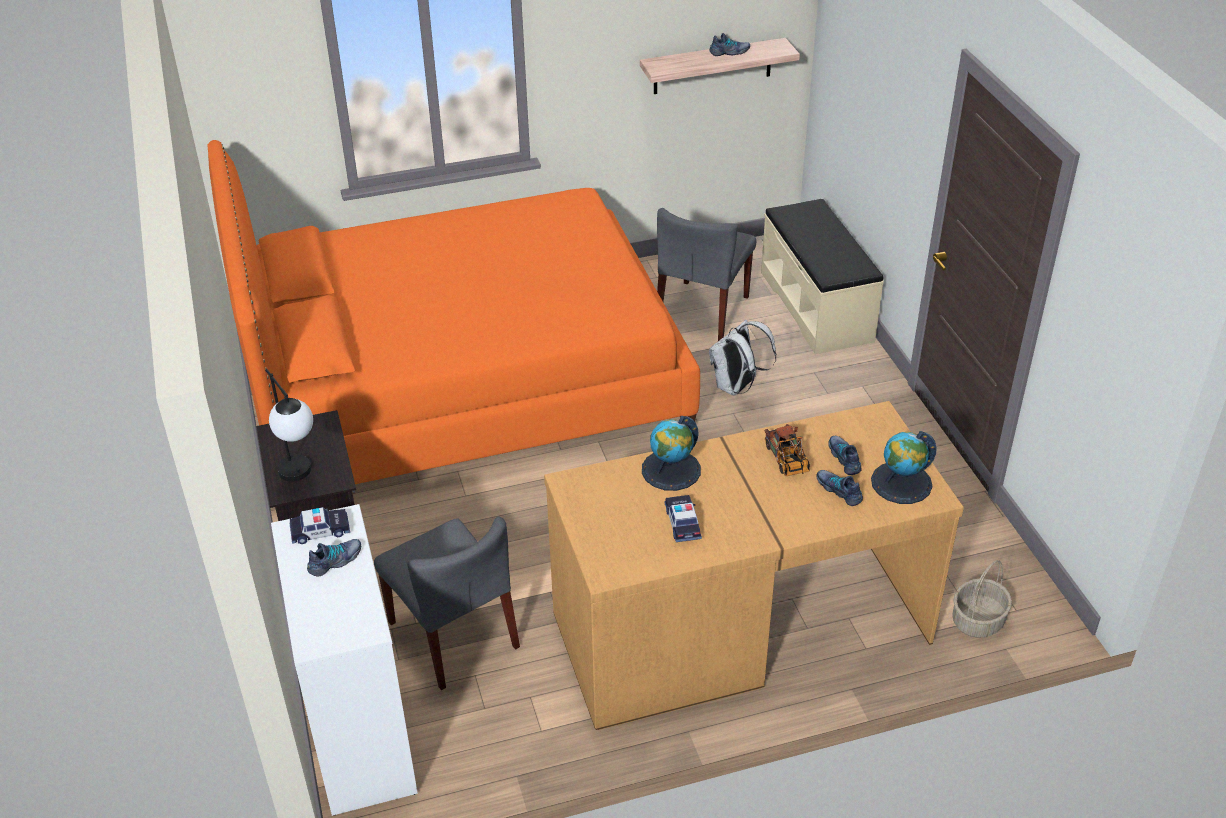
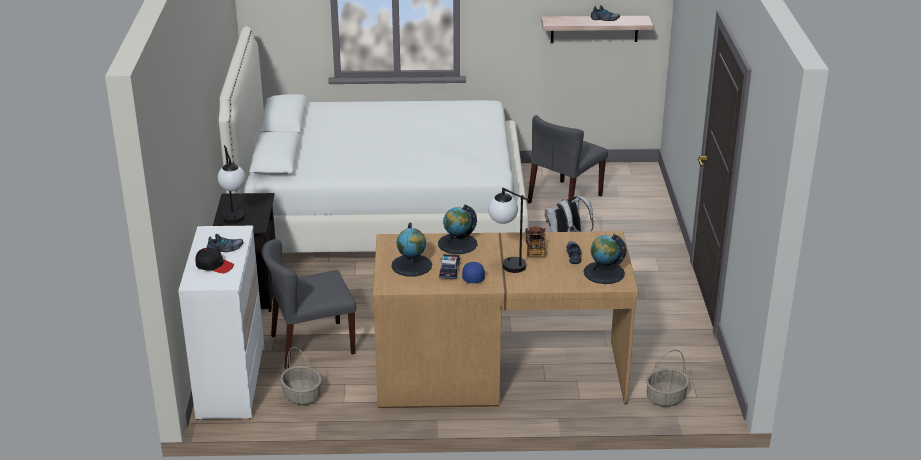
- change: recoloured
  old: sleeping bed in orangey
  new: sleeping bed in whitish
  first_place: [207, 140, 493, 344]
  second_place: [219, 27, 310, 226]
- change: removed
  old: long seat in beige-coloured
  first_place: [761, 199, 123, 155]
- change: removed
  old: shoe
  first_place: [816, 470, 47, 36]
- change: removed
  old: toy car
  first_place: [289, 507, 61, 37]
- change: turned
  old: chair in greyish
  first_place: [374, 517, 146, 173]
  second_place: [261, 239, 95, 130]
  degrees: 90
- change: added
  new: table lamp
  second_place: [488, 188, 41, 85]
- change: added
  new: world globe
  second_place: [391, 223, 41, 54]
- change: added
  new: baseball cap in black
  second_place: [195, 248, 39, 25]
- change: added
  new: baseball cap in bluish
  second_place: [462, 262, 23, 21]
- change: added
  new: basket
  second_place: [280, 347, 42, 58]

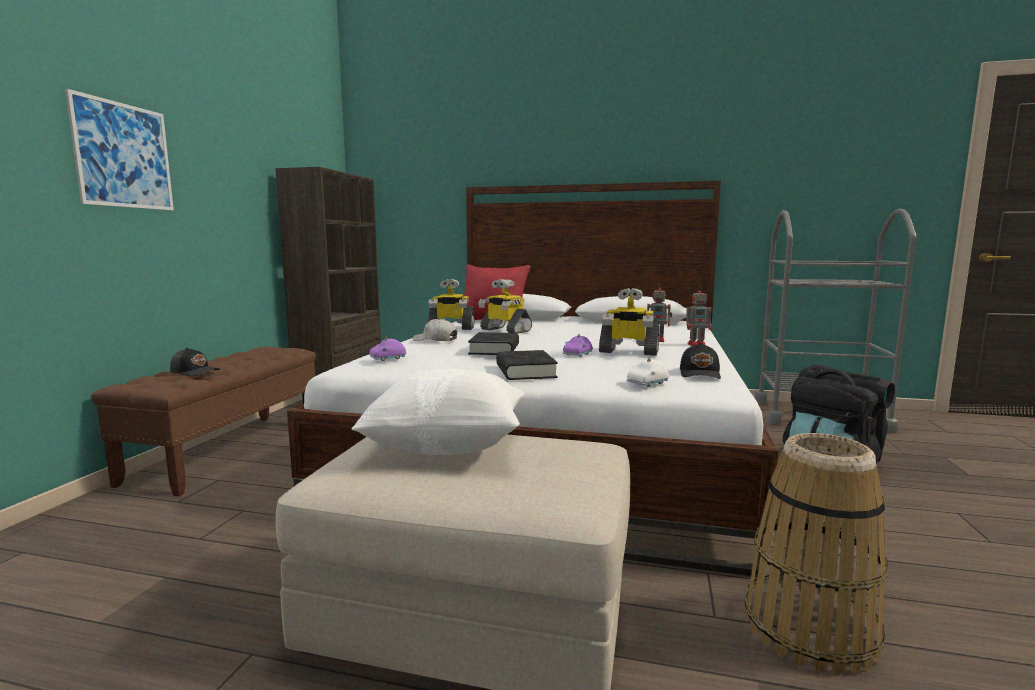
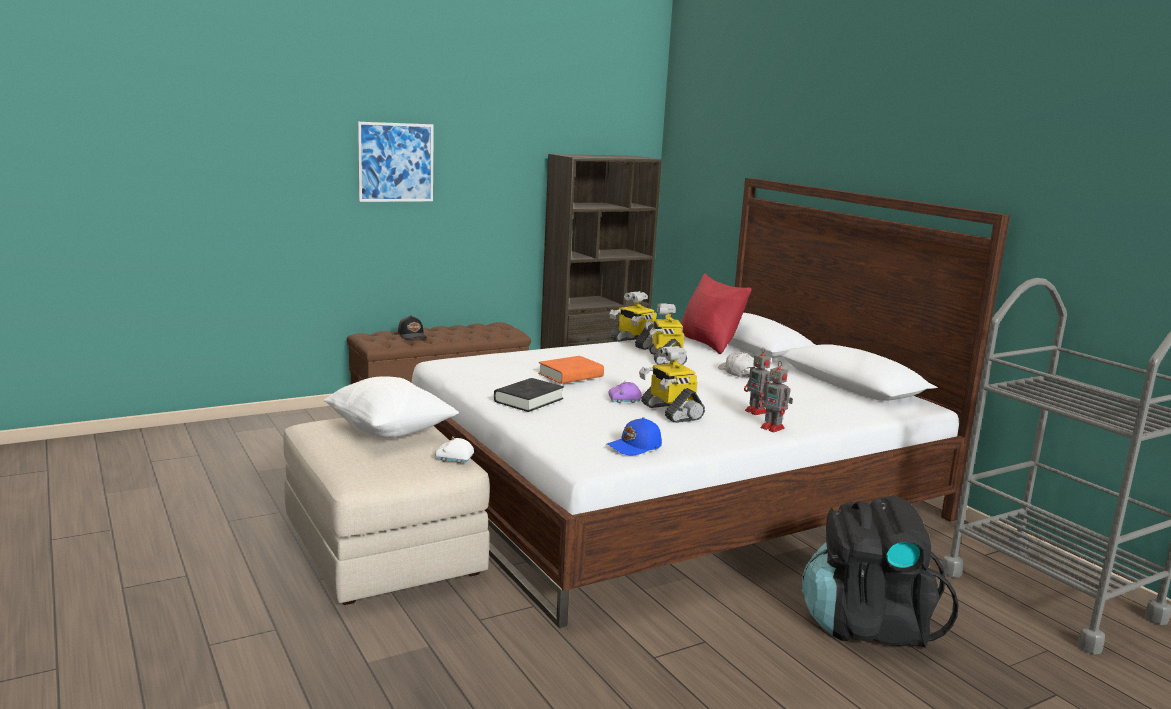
- change: moved
  old: baseball cap in whitish
  first_place: [413, 318, 44, 23]
  second_place: [718, 351, 39, 26]
- change: recoloured
  old: bound book in black
  new: bound book in orangey
  first_place: [468, 332, 51, 23]
  second_place: [538, 356, 66, 28]
- change: removed
  old: toy car in purple-coloured
  first_place: [369, 336, 37, 25]
- change: recoloured
  old: baseball cap in black
  new: baseball cap in bluish
  first_place: [680, 343, 41, 36]
  second_place: [607, 417, 55, 38]
- change: moved
  old: toy car in whitish
  first_place: [627, 358, 43, 29]
  second_place: [435, 437, 39, 26]
- change: removed
  old: basket
  first_place: [745, 433, 143, 242]

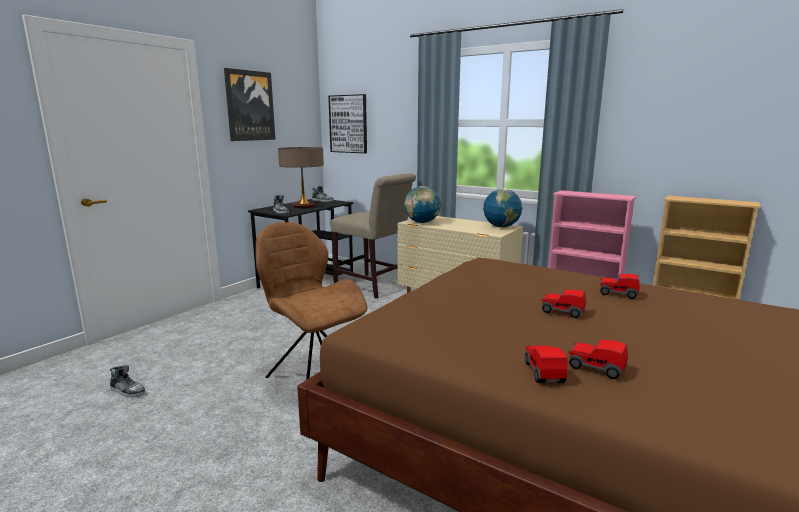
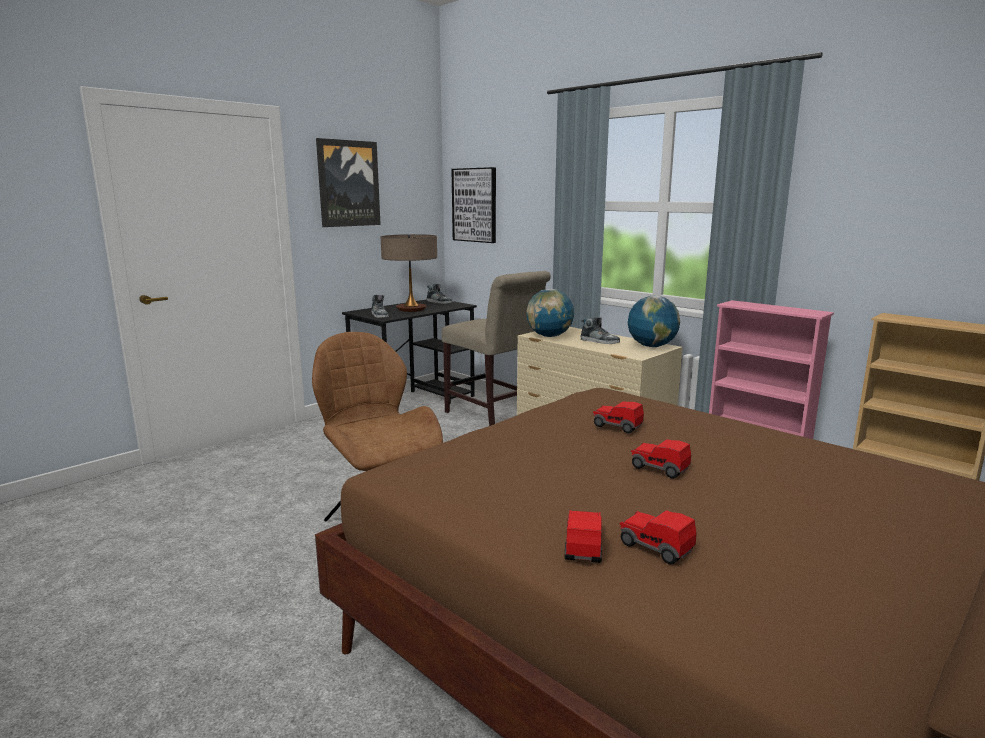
- change: moved
  old: toy car
  first_place: [600, 274, 40, 25]
  second_place: [593, 401, 51, 33]
- change: moved
  old: shoe
  first_place: [110, 365, 36, 33]
  second_place: [581, 317, 39, 27]

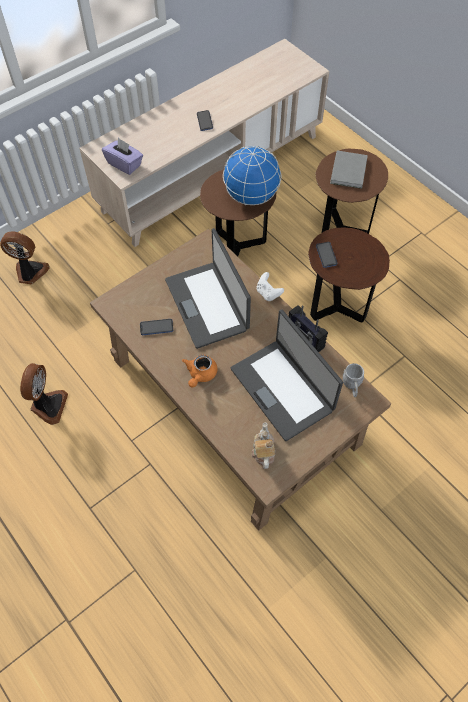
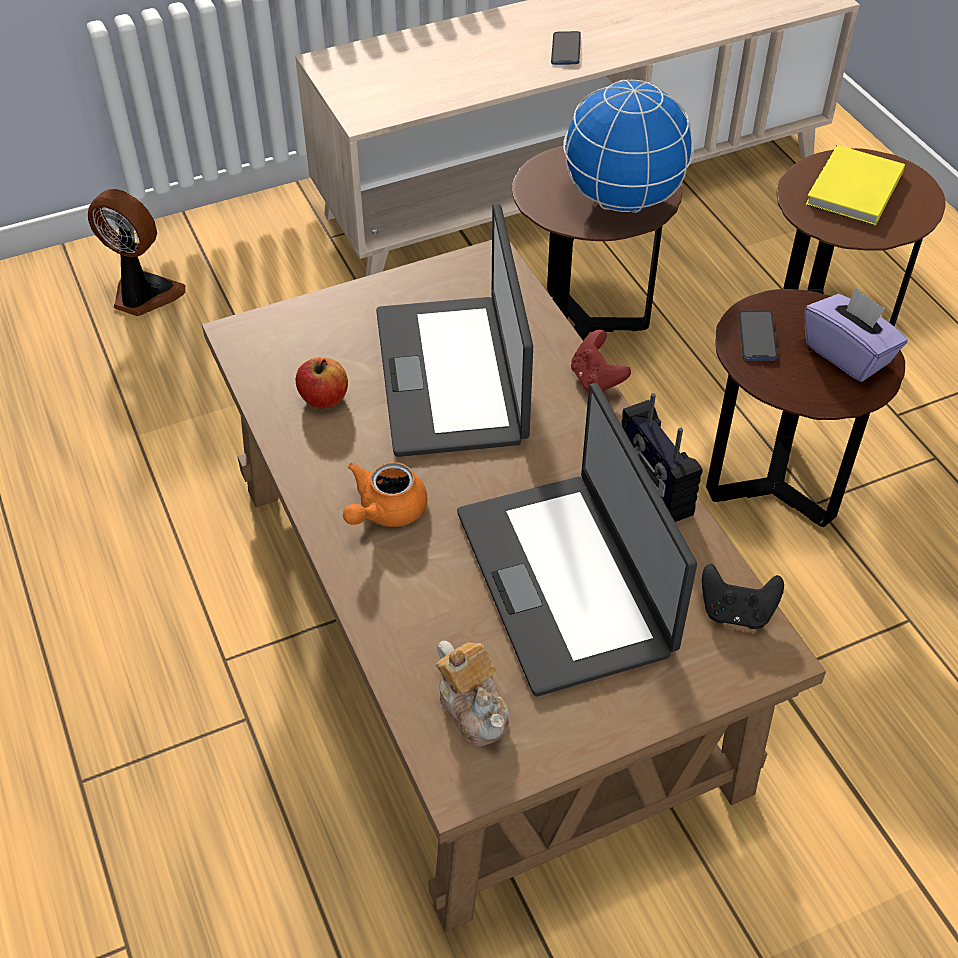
- change: moved
  old: tissue box in purple-coloured
  first_place: [102, 138, 41, 37]
  second_place: [805, 287, 103, 95]
- change: recoloured
  old: bound book in greyish
  new: bound book in yellowish
  first_place: [330, 151, 38, 38]
  second_place: [806, 145, 99, 81]
- change: recoloured
  old: game controller in whitish
  new: game controller in red-coloured
  first_place: [257, 272, 27, 29]
  second_place: [571, 330, 60, 62]
- change: replaced
  old: telephone
  new: apple
  first_place: [140, 319, 33, 16]
  second_place: [296, 357, 52, 51]
- change: removed
  old: electric fan
  first_place: [20, 363, 48, 62]
- change: replaced
  old: mug in greyish
  new: game controller in black
  first_place: [343, 363, 21, 34]
  second_place: [702, 564, 82, 65]
- change: turned
  old: teapot
  first_place: [252, 422, 23, 47]
  second_place: [436, 641, 74, 105]
  degrees: 135

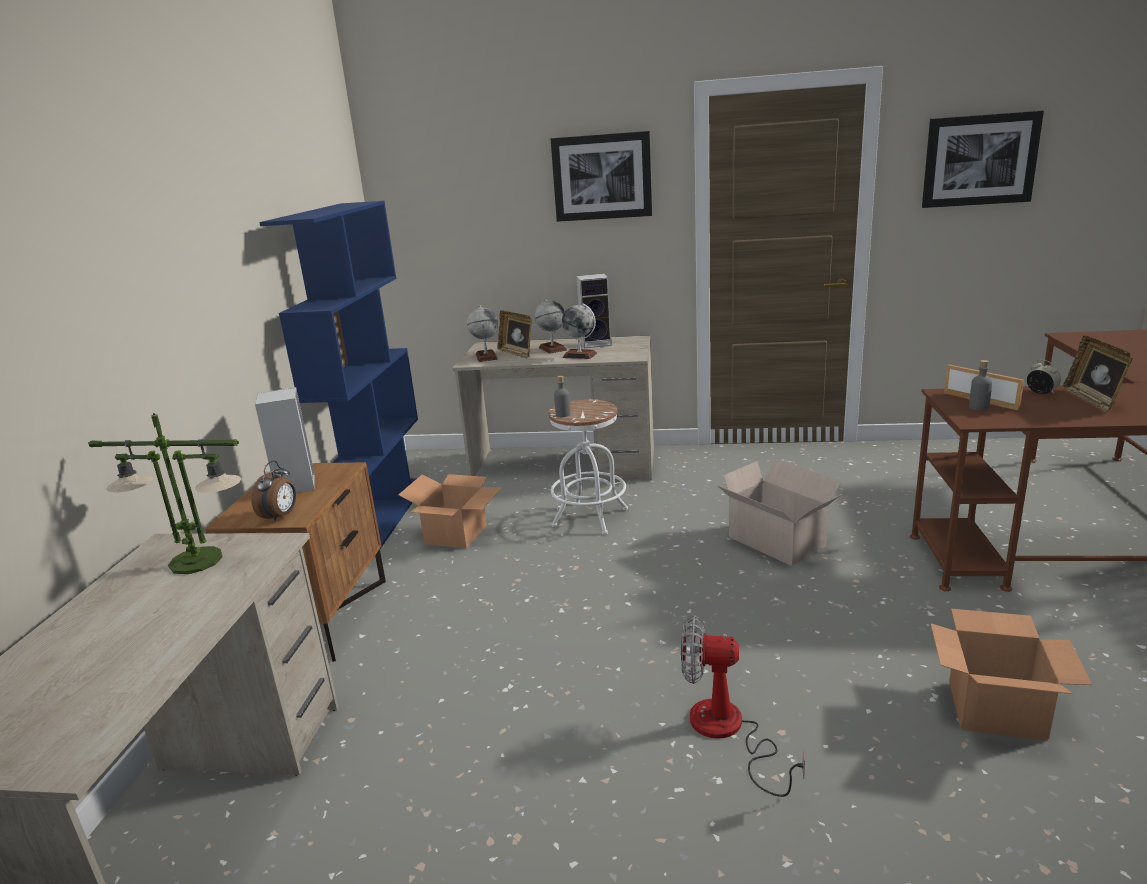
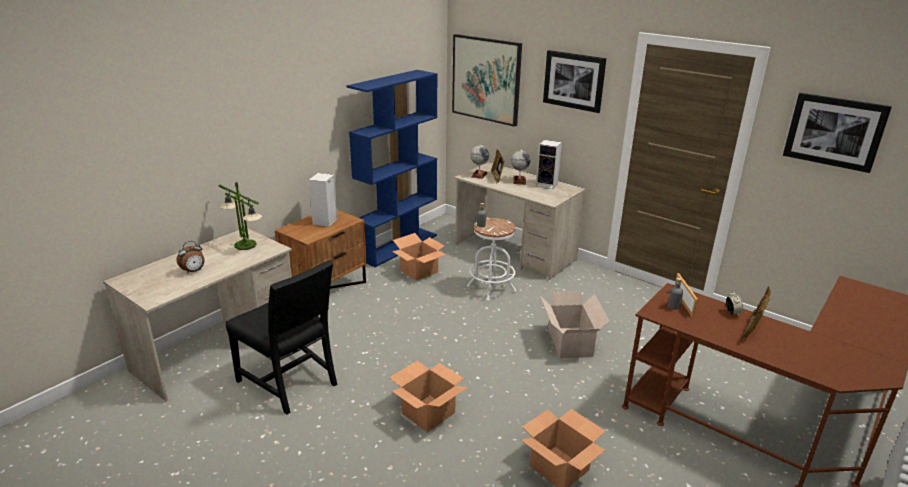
- change: removed
  old: world globe
  first_place: [562, 303, 35, 56]
- change: moved
  old: table clock
  first_place: [251, 460, 45, 62]
  second_place: [177, 241, 28, 33]
- change: replaced
  old: electric fan
  new: cardboard box
  first_place: [681, 615, 124, 182]
  second_place: [389, 361, 79, 71]
- change: added
  new: wall art
  second_place: [452, 34, 70, 93]
- change: added
  new: chair in black
  second_place: [226, 260, 111, 155]

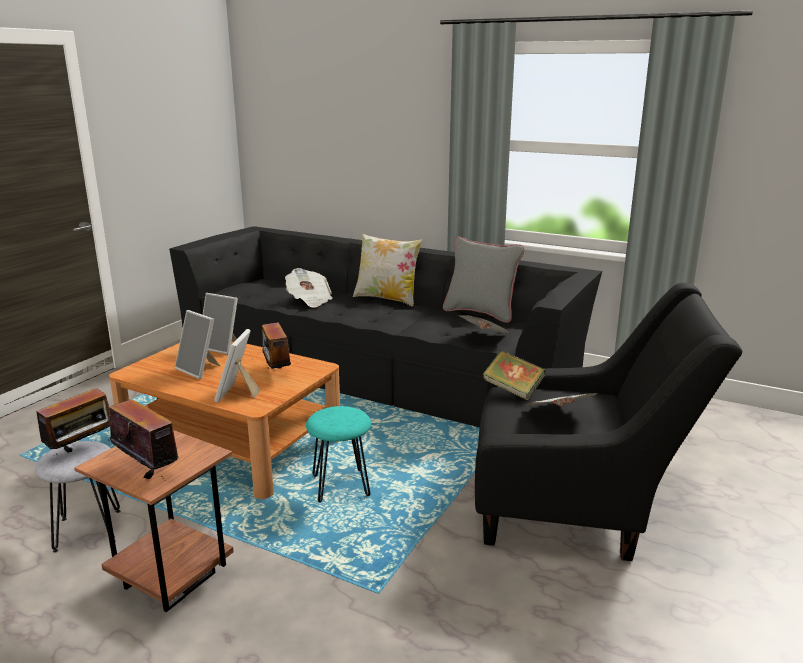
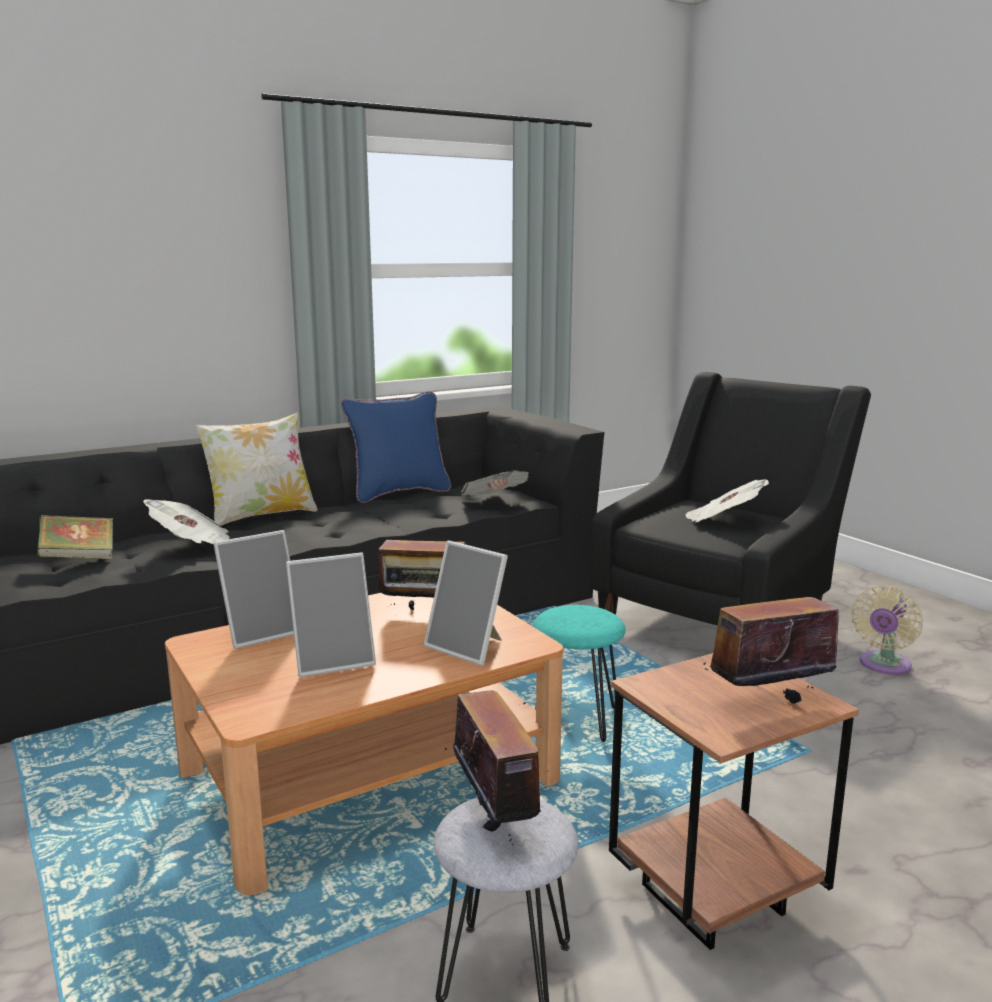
- change: recoloured
  old: pillow in greyish
  new: pillow in bluish
  first_place: [443, 236, 81, 87]
  second_place: [341, 391, 110, 112]
- change: moved
  old: bound book
  first_place: [483, 350, 63, 51]
  second_place: [37, 515, 76, 45]
- change: added
  new: electric fan in beige-coloured
  second_place: [852, 586, 71, 89]

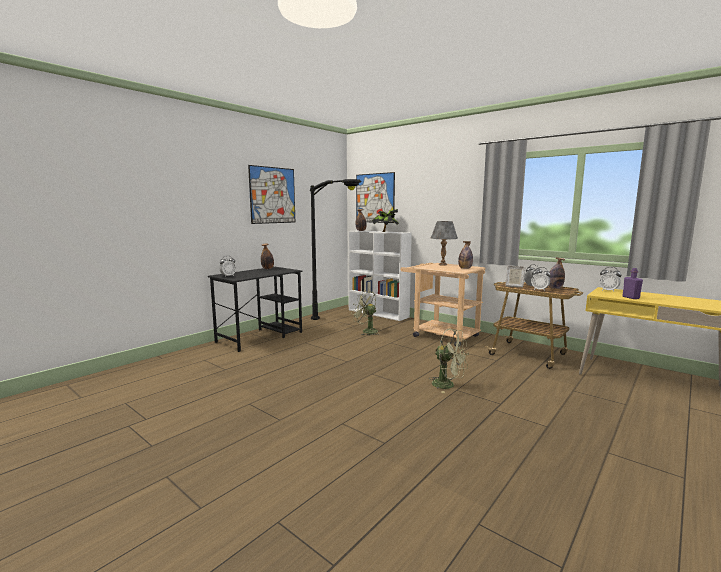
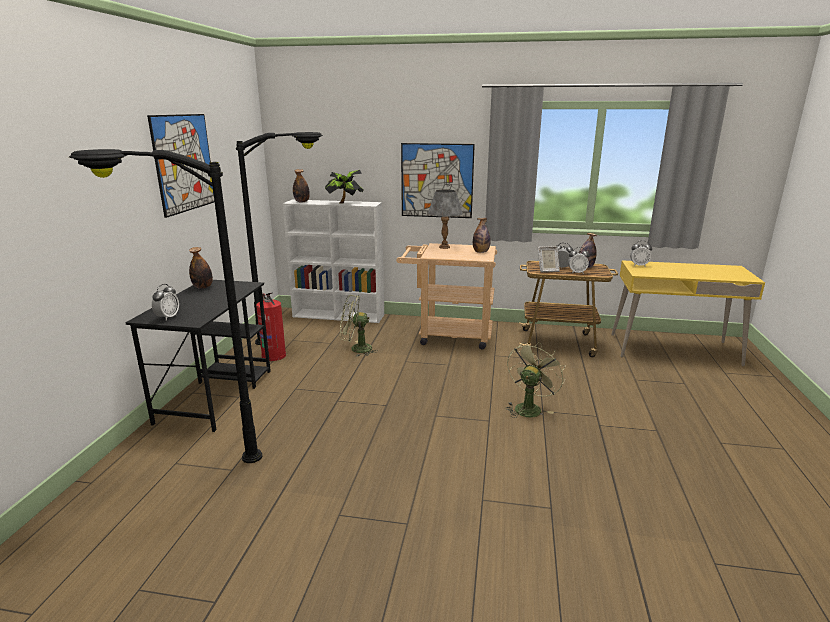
- change: moved
  old: wall art
  first_place: [356, 172, 39, 51]
  second_place: [401, 143, 74, 75]
- change: removed
  old: drink bottle in purple-coloured
  first_place: [622, 268, 21, 31]
- change: turned
  old: electric fan in green-coloured
  first_place: [430, 328, 39, 65]
  second_place: [505, 341, 61, 77]
  degrees: -60
- change: added
  new: standard lamp in black
  second_place: [69, 149, 193, 314]
- change: added
  new: fire-fighting cylinder
  second_place: [256, 292, 30, 69]

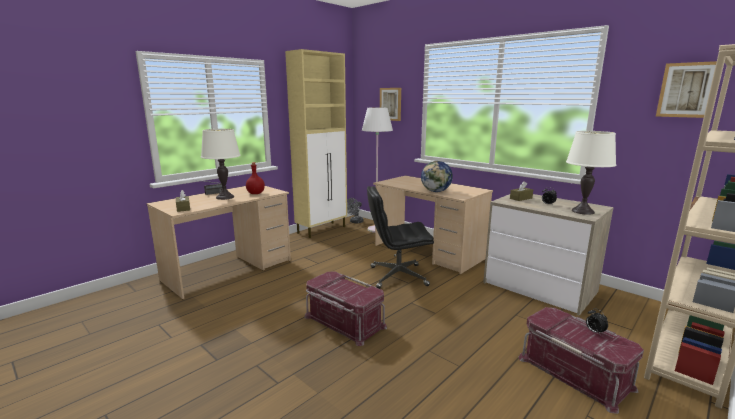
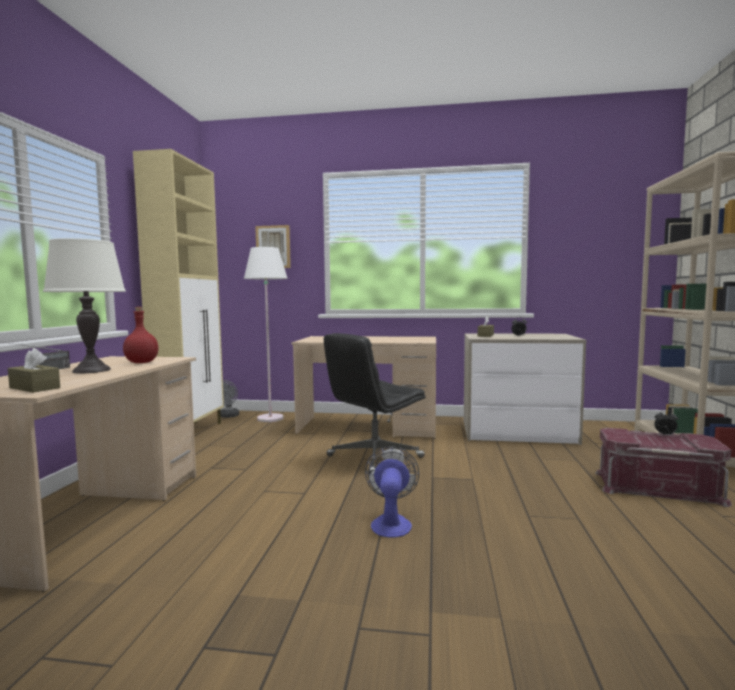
- change: removed
  old: wall art
  first_place: [656, 61, 61, 57]
- change: removed
  old: table lamp in whitish
  first_place: [566, 131, 51, 84]
- change: removed
  old: world globe
  first_place: [421, 161, 32, 31]
- change: replaced
  old: storage container in red-coloured
  new: electric fan
  first_place: [304, 271, 83, 75]
  second_place: [365, 447, 54, 91]

